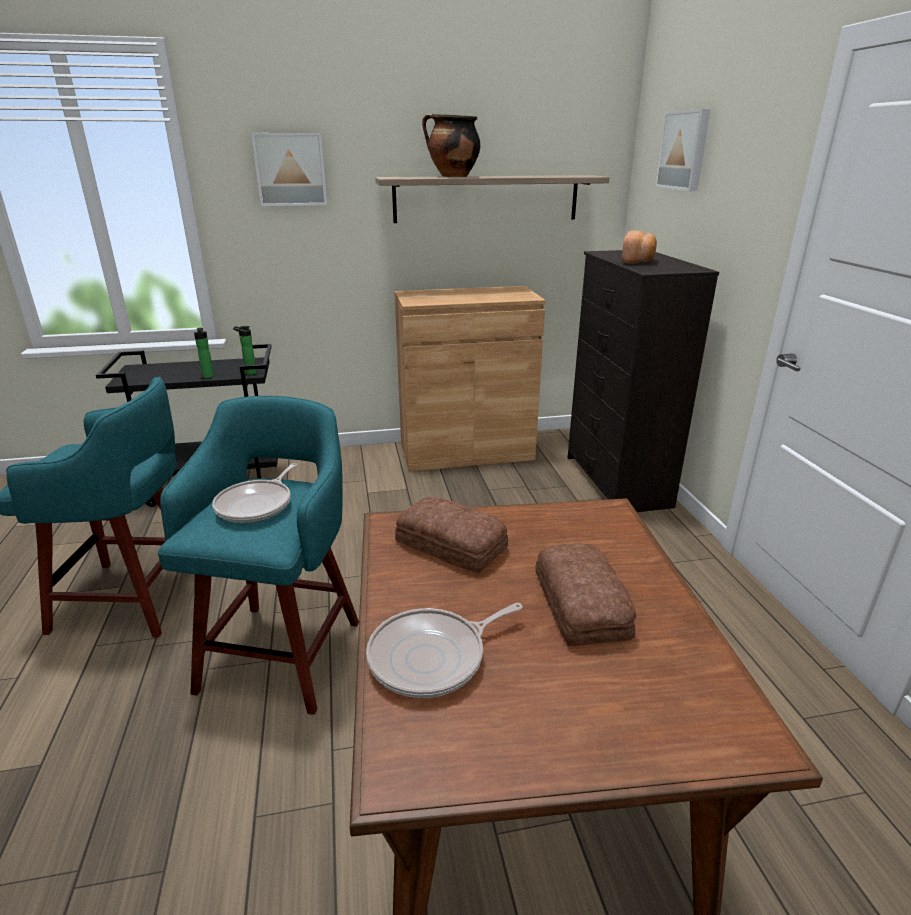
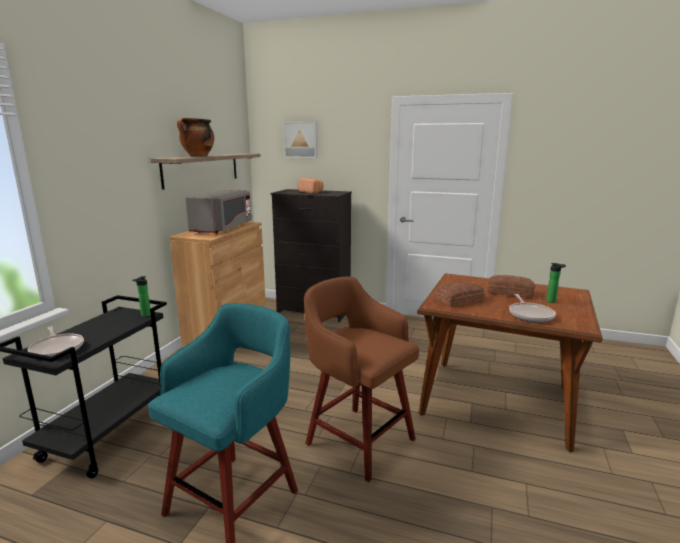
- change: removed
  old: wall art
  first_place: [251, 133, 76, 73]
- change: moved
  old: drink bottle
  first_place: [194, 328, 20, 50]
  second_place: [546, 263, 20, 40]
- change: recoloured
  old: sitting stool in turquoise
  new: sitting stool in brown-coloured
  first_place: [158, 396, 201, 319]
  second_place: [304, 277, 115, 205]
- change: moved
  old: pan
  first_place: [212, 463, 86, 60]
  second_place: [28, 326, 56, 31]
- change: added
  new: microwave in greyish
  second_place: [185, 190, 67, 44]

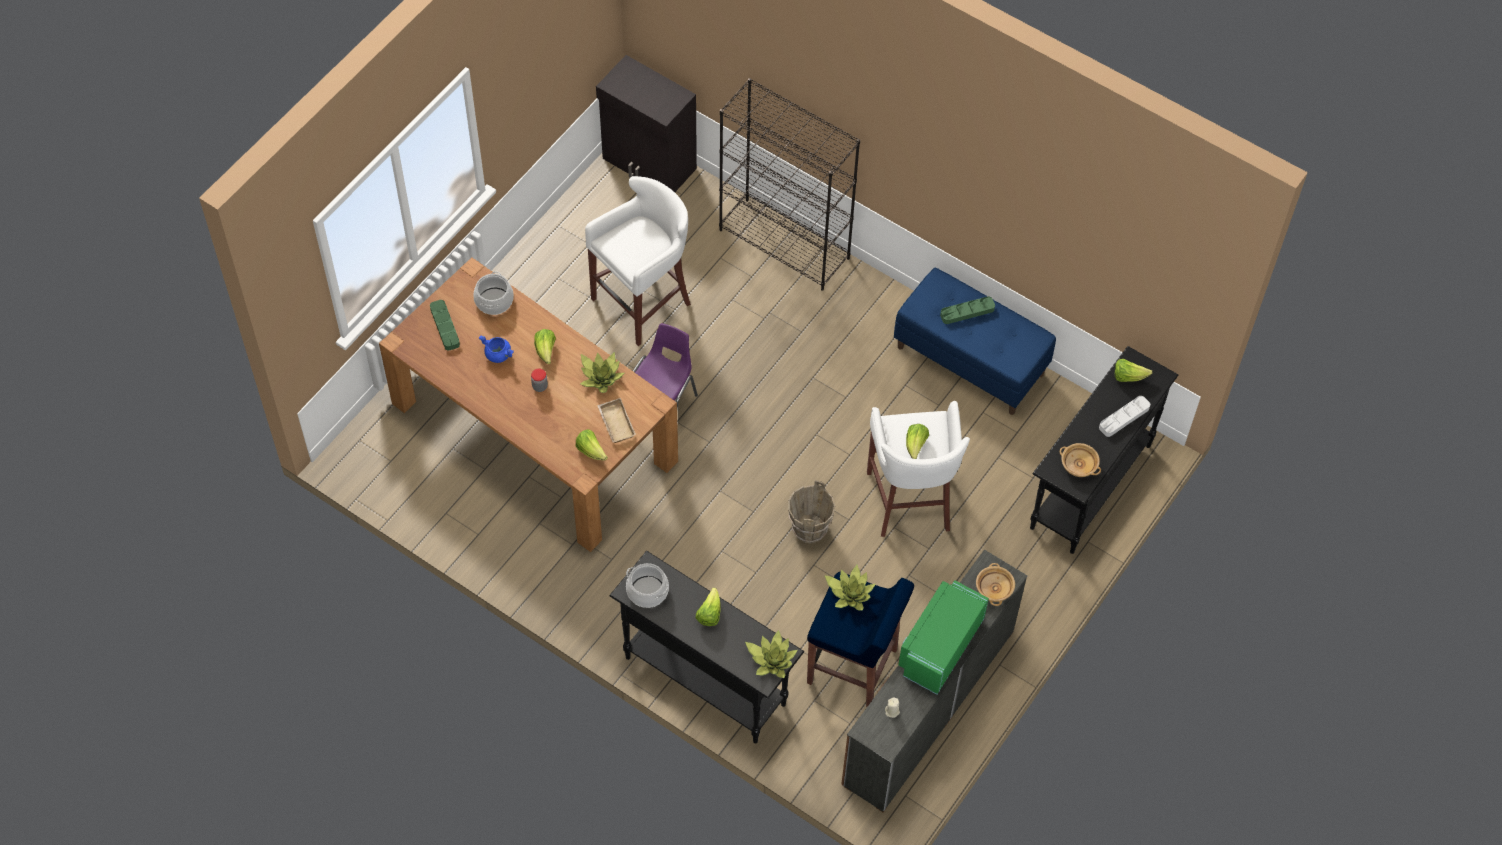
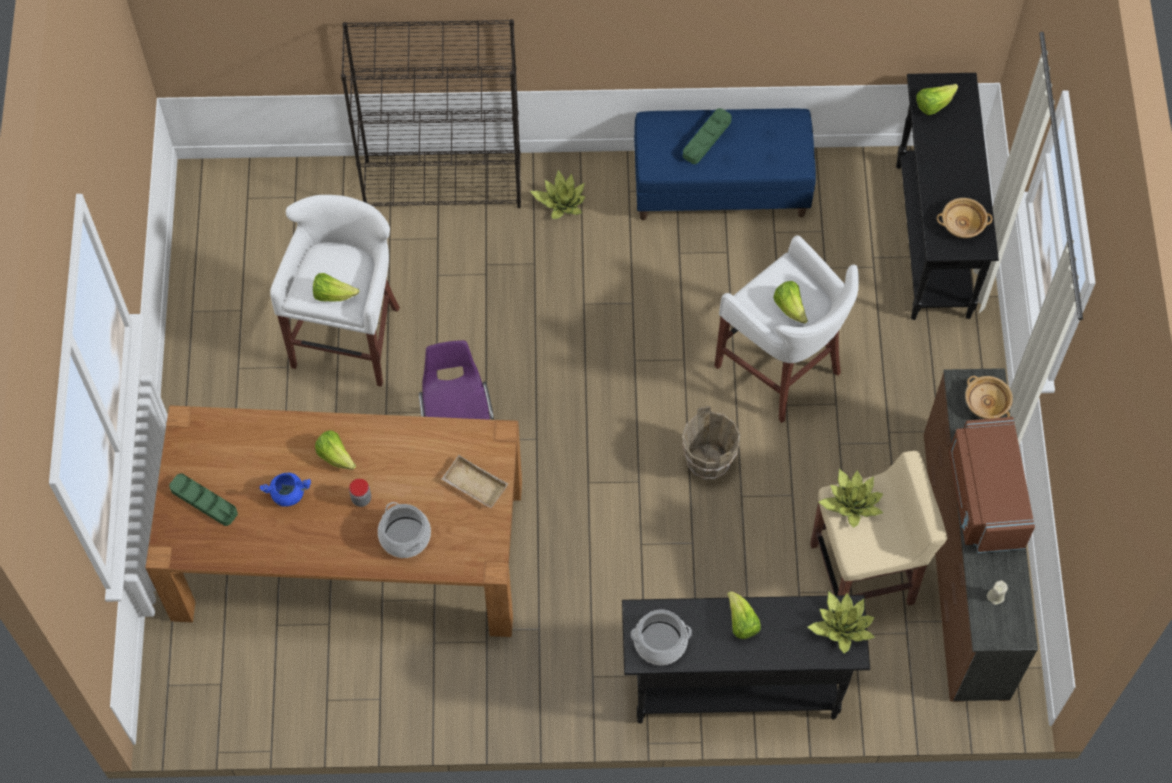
- change: removed
  old: cupboard in black
  first_place: [596, 55, 101, 137]
- change: moved
  old: cooking pot
  first_place: [473, 272, 41, 43]
  second_place: [378, 502, 53, 56]
- change: moved
  old: potted plant
  first_place: [581, 352, 43, 41]
  second_place: [530, 170, 55, 49]
- change: removed
  old: carrying tray in greyish
  first_place: [1099, 396, 51, 41]
- change: moved
  old: head of lettuce
  first_place: [576, 429, 32, 32]
  second_place: [313, 273, 46, 29]
- change: recoloured
  old: sitting stool in bluish
  new: sitting stool in beige-coloured
  first_place: [807, 572, 107, 135]
  second_place: [810, 451, 137, 154]
- change: recoloured
  old: microwave in green-coloured
  new: microwave in brown-coloured
  first_place: [899, 580, 90, 115]
  second_place: [949, 417, 86, 136]

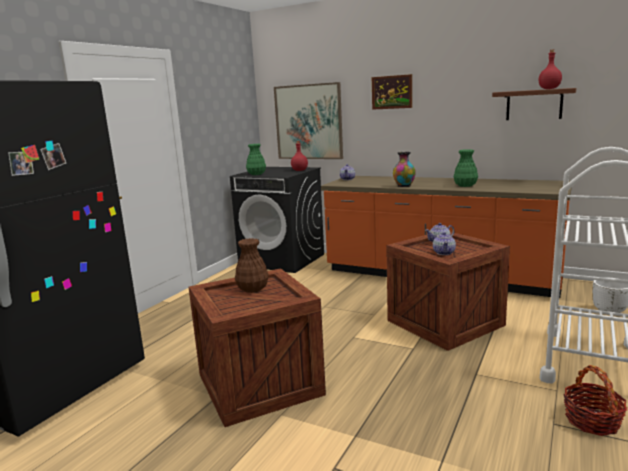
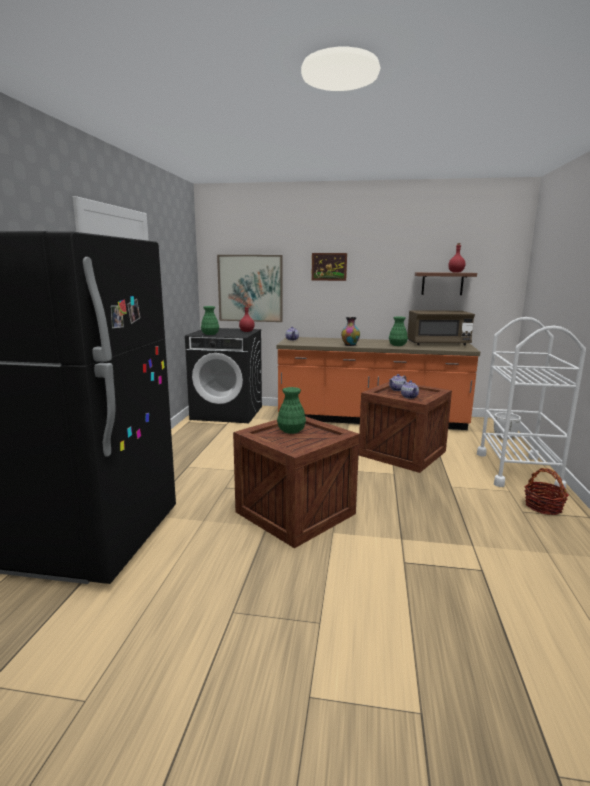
- change: recoloured
  old: vase in brown-coloured
  new: vase in green-coloured
  first_place: [235, 238, 34, 55]
  second_place: [277, 387, 29, 47]
- change: added
  new: microwave in brown-coloured
  second_place: [407, 310, 68, 35]

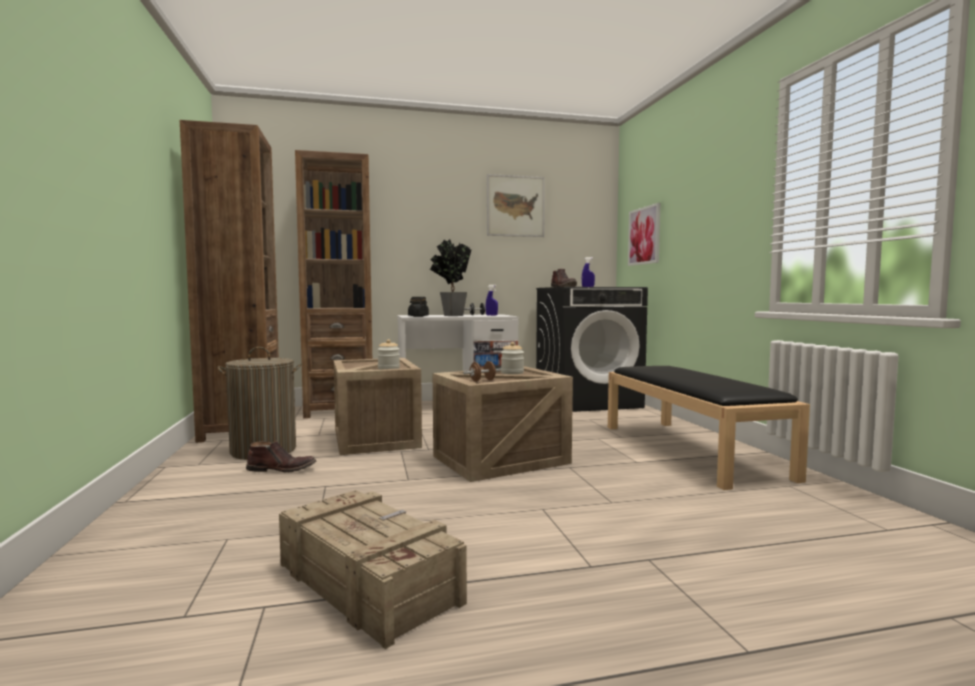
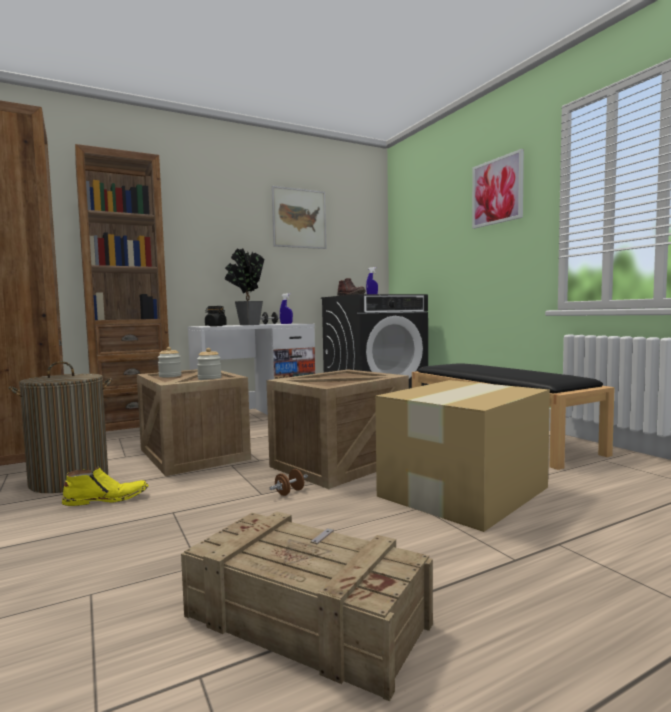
- change: moved
  old: wall art
  first_place: [628, 203, 33, 63]
  second_place: [472, 149, 52, 80]
- change: moved
  old: preserve jar
  first_place: [501, 342, 23, 32]
  second_place: [158, 347, 23, 30]
- change: moved
  old: hand weight in brown-coloured
  first_place: [463, 361, 38, 21]
  second_place: [270, 469, 38, 27]
- change: recoloured
  old: boot in brown-coloured
  new: boot in yellowish
  first_place: [246, 440, 70, 32]
  second_place: [62, 467, 87, 39]
- change: added
  new: cardboard box
  second_place: [375, 380, 175, 152]

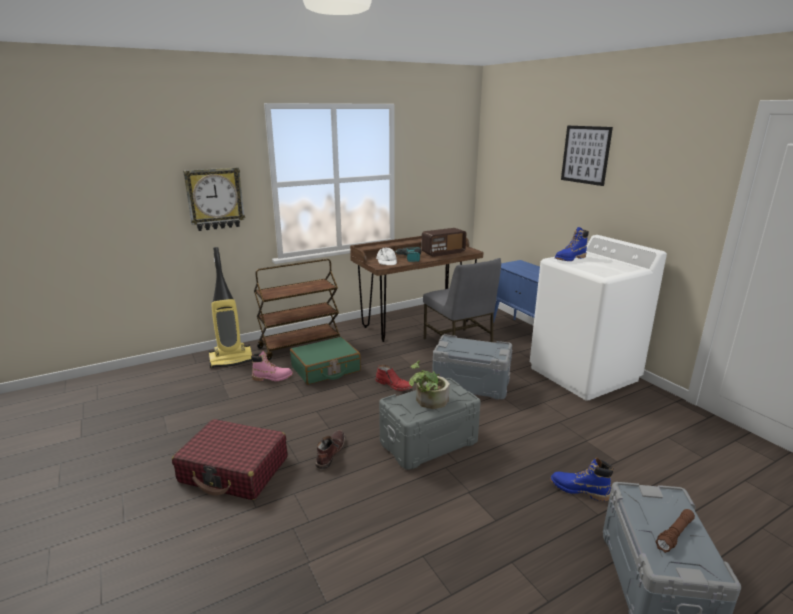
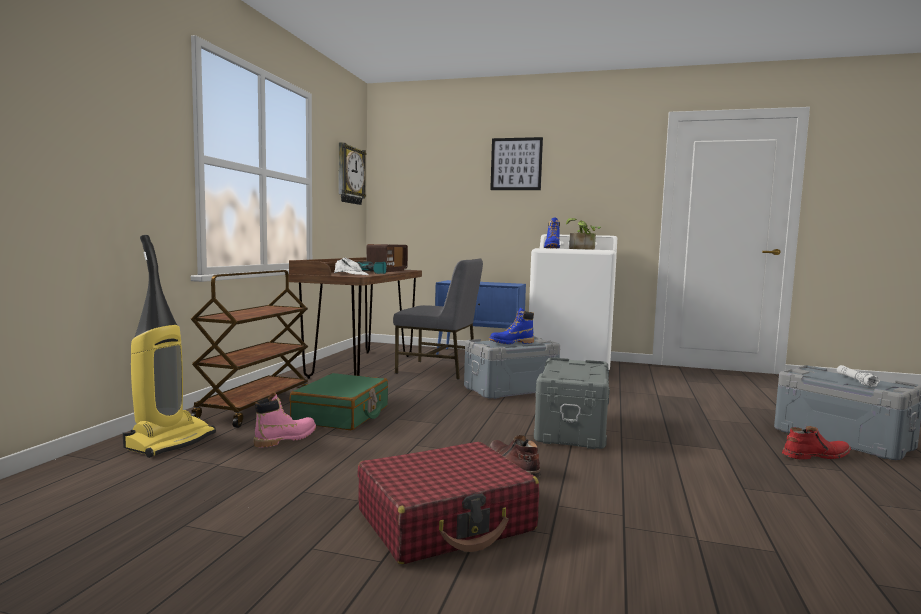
- change: moved
  old: hanging clock
  first_place: [183, 167, 62, 64]
  second_place: [339, 143, 28, 62]
- change: moved
  old: potted plant
  first_place: [409, 360, 41, 49]
  second_place: [566, 218, 35, 32]
- change: moved
  old: boot in red-coloured
  first_place: [375, 365, 38, 26]
  second_place: [782, 426, 69, 34]
- change: moved
  old: boot in bluish
  first_place: [550, 458, 64, 43]
  second_place: [489, 307, 45, 37]
- change: recoloured
  old: torch in brown-coloured
  new: torch in whitish
  first_place: [655, 509, 40, 44]
  second_place: [837, 365, 43, 22]

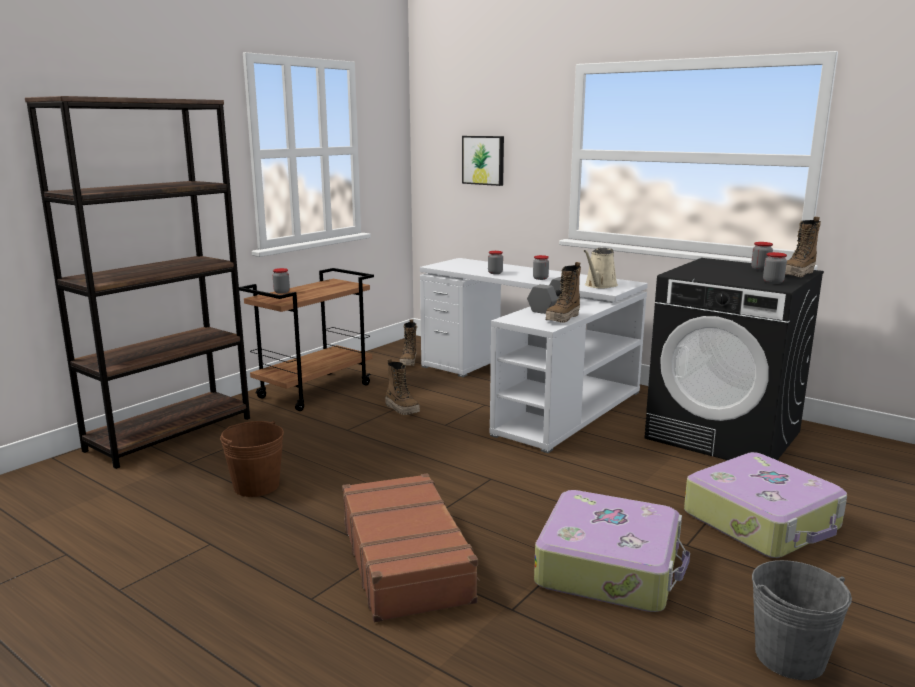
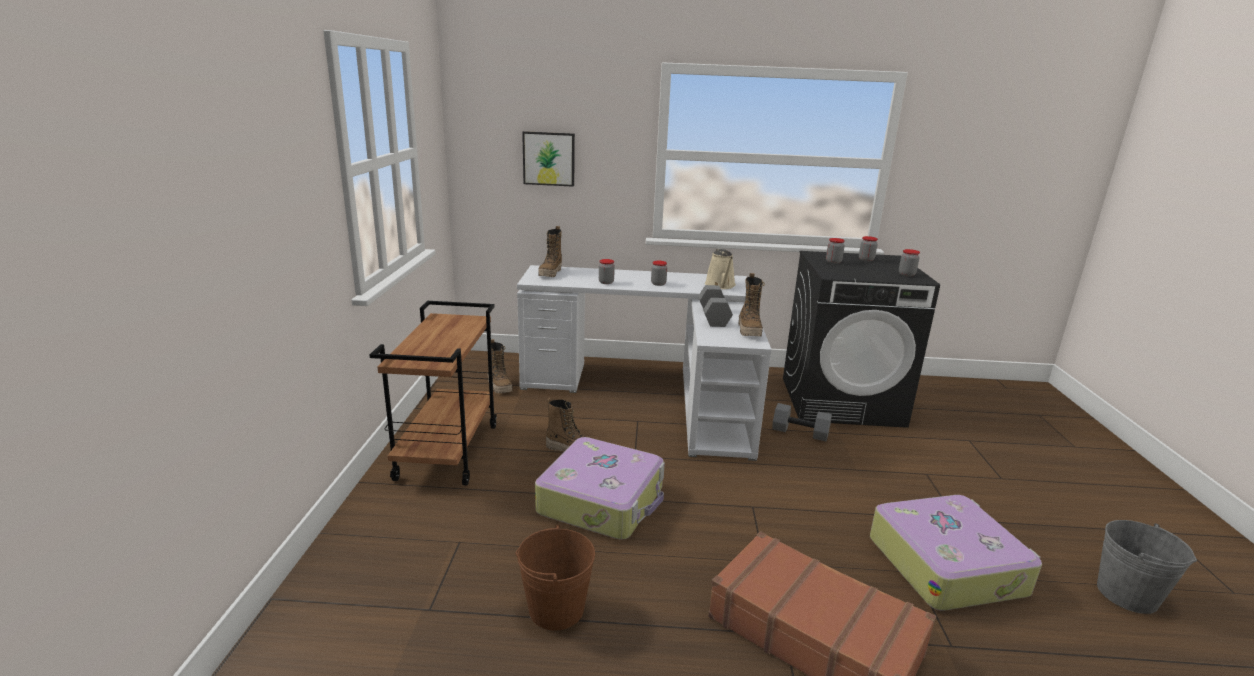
- change: removed
  old: bookshelf in brown-coloured
  first_place: [25, 96, 225, 373]
- change: moved
  old: boot
  first_place: [785, 216, 36, 61]
  second_place: [538, 226, 24, 51]
- change: moved
  old: preserve jar
  first_place: [273, 268, 17, 26]
  second_place: [826, 238, 19, 26]
- change: moved
  old: travel case
  first_place: [684, 452, 163, 106]
  second_place: [535, 437, 130, 103]
- change: added
  new: hand weight in greyish
  second_place: [773, 403, 59, 38]

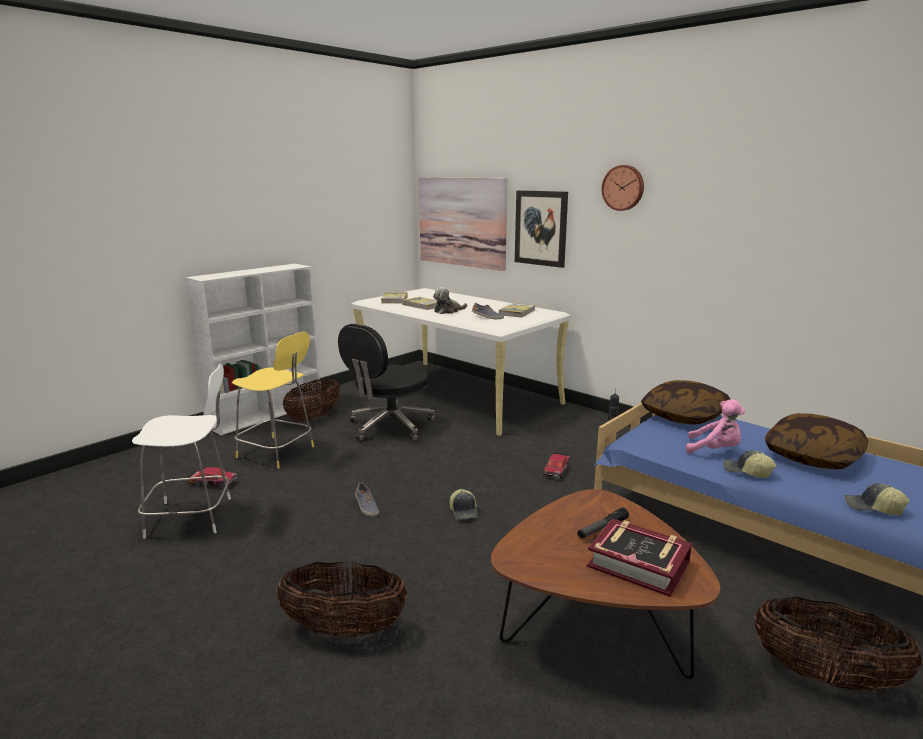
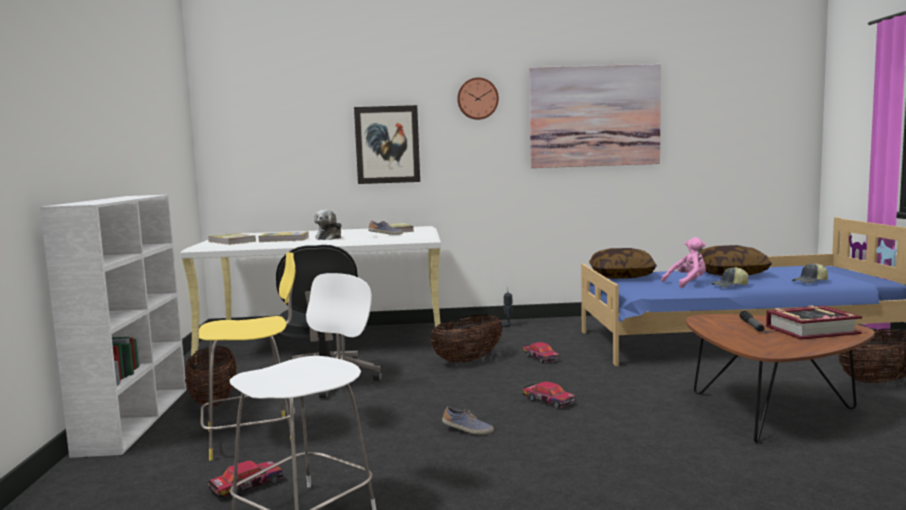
- change: moved
  old: wall art
  first_place: [419, 177, 89, 94]
  second_place: [529, 64, 132, 104]
- change: replaced
  old: baseball cap
  new: toy car
  first_place: [450, 489, 28, 31]
  second_place: [523, 382, 53, 27]
- change: moved
  old: basket
  first_place: [277, 562, 130, 75]
  second_place: [431, 314, 72, 48]

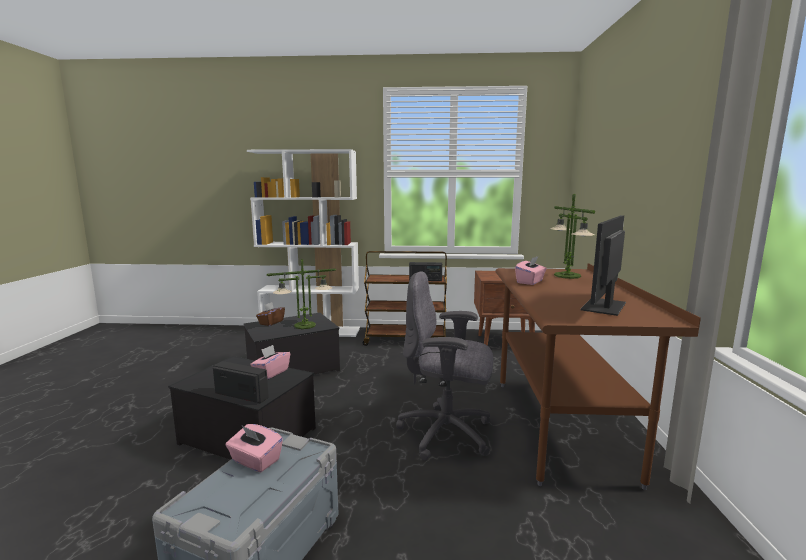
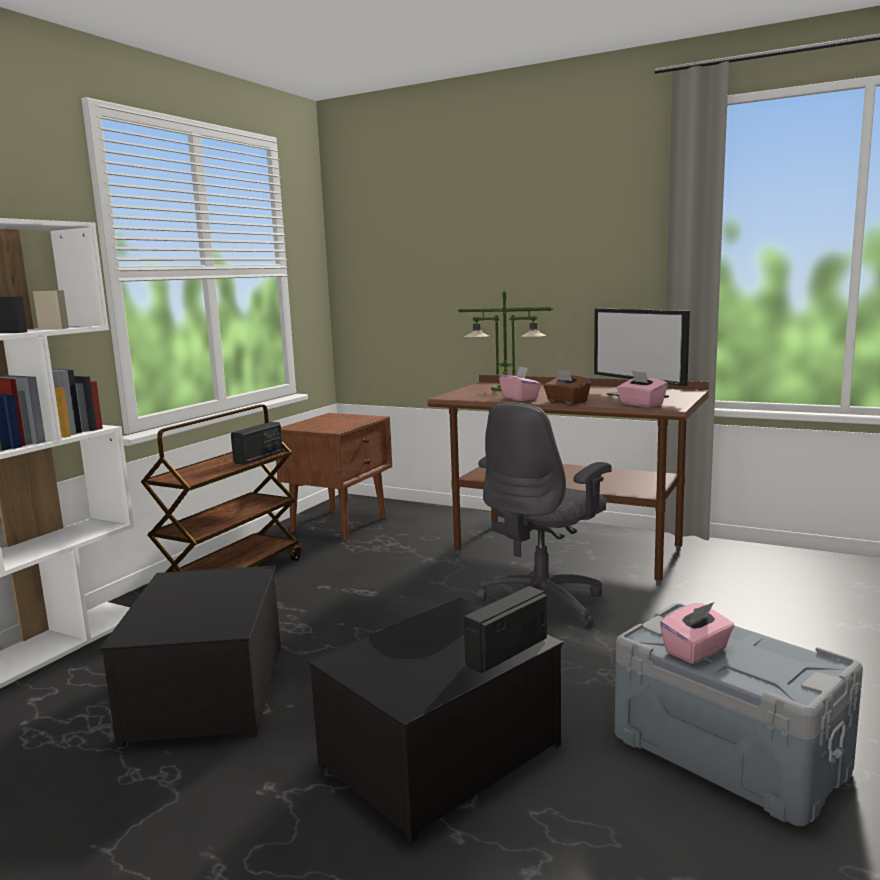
- change: removed
  old: table lamp
  first_place: [266, 259, 70, 70]
- change: moved
  old: tissue box in brown-coloured
  first_place: [256, 302, 29, 24]
  second_place: [543, 369, 48, 35]
- change: moved
  old: tissue box in pinkish
  first_place: [250, 345, 40, 34]
  second_place: [617, 371, 51, 36]

